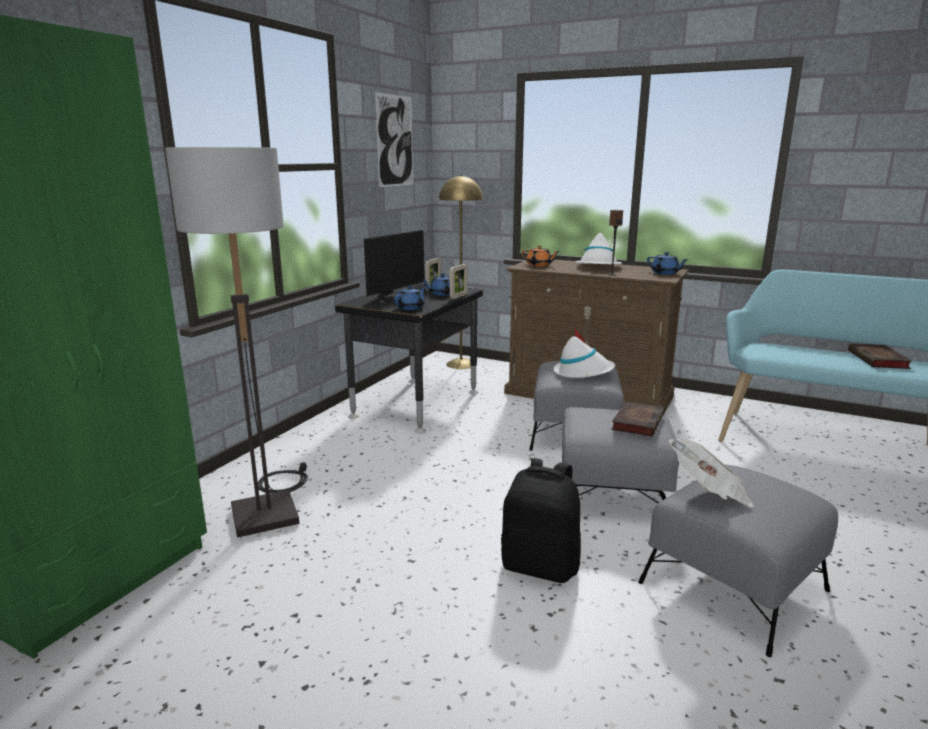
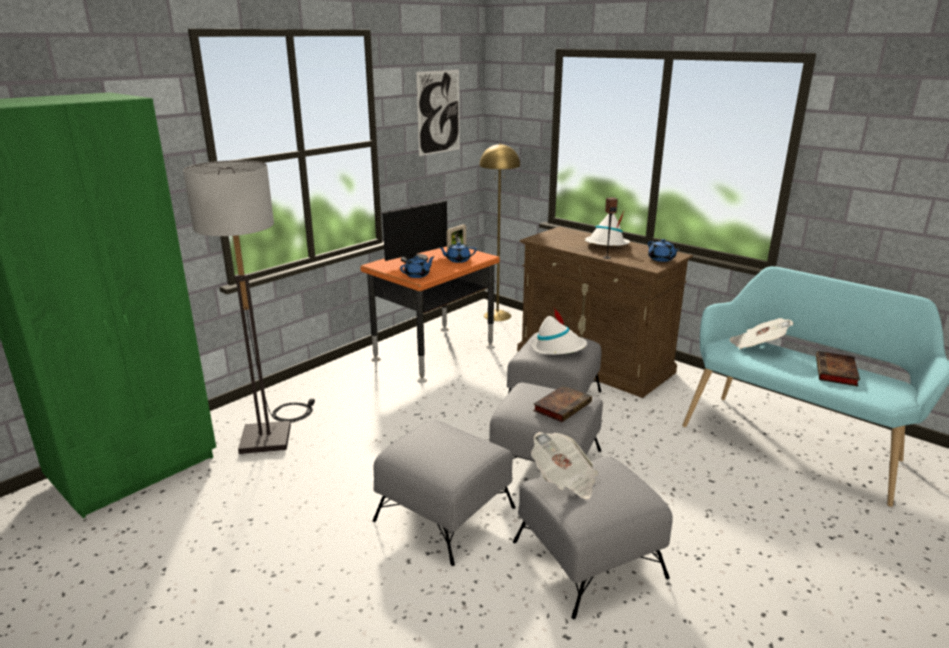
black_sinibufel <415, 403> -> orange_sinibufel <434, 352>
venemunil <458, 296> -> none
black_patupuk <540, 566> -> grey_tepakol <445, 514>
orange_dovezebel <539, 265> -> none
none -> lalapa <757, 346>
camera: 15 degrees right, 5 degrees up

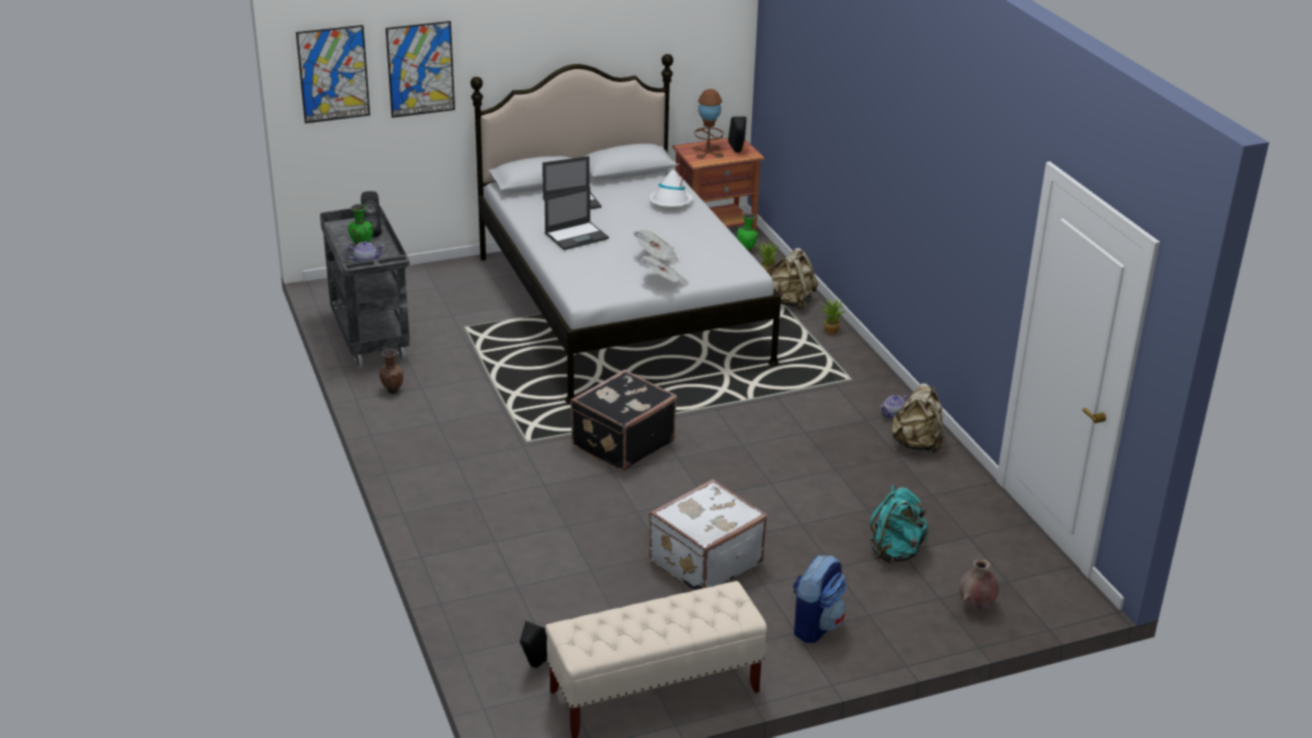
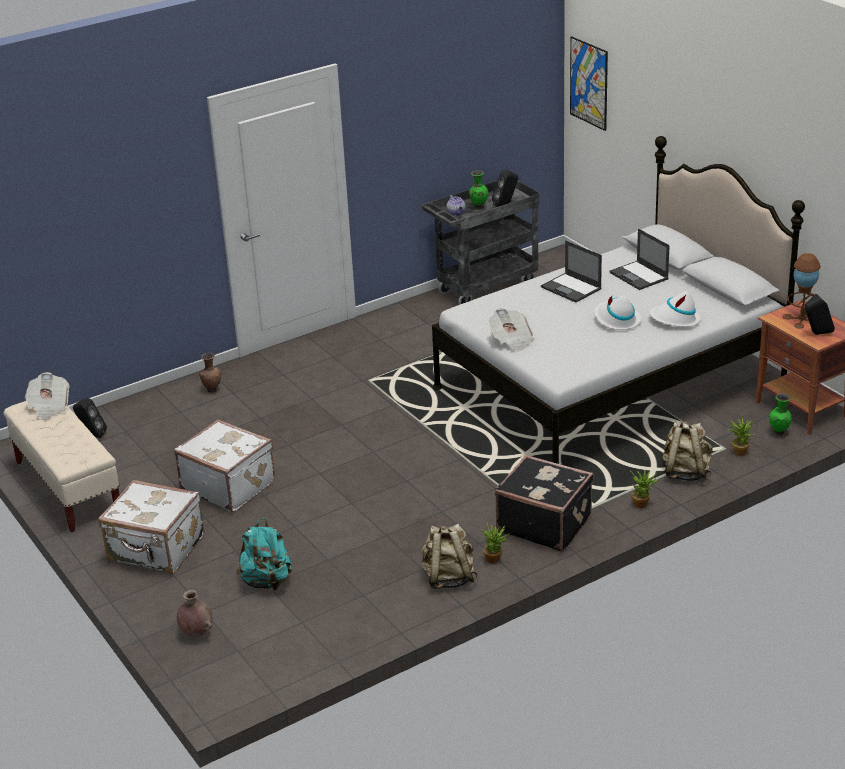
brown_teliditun <392, 391> -> brown_teliditun <212, 390>, shifted
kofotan <420, 69> -> none
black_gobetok <621, 443> -> black_gobetok <544, 524>, shifted
lalapa <657, 258> -> lalapa <49, 407>, shifted
patupuk <815, 625> -> white_gobetok <156, 550>
dovezebel <893, 415> -> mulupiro <496, 559>
none -> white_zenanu <616, 319>
camera: 80 degrees right, 0 degrees up

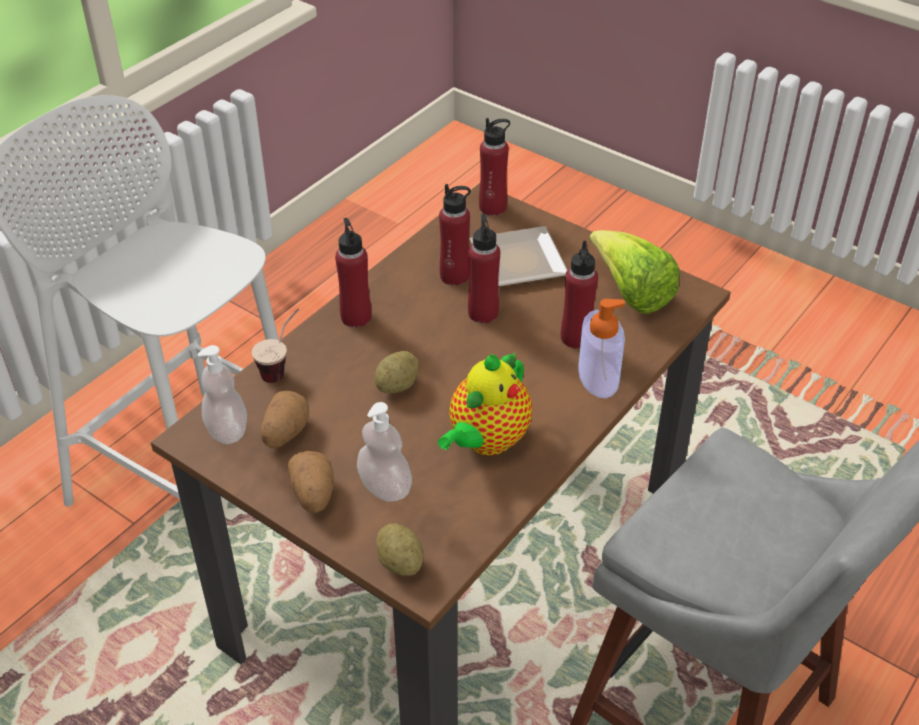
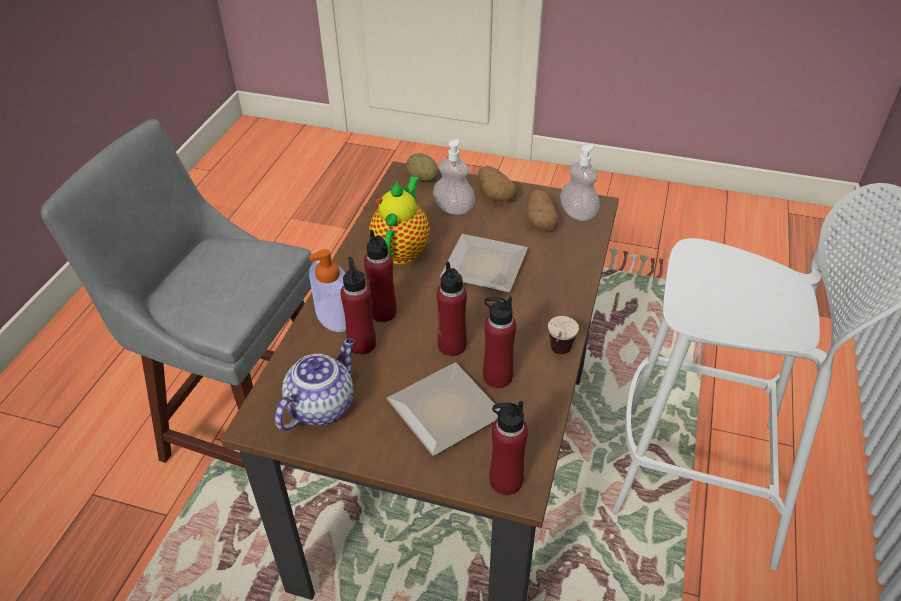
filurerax <282, 367> -> filurerax <558, 356>, shifted
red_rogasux <356, 317> -> red_rogasux <383, 313>, shifted
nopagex <397, 385> -> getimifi <486, 269>
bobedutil <631, 293> -> dovezebel <321, 405>
camera: 160 degrees right, 0 degrees up

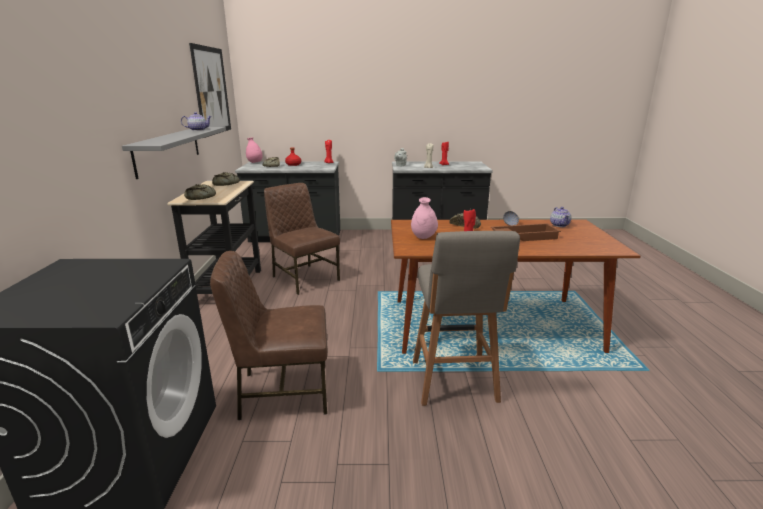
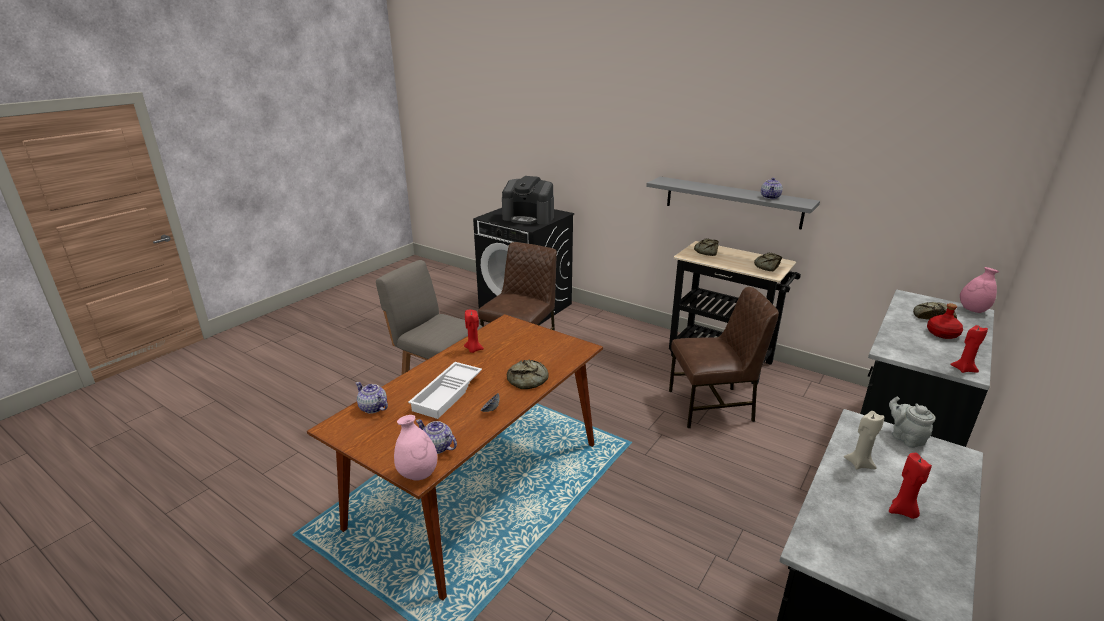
kofotan <212, 91> -> none
pink_teliditun <423, 237> -> pink_teliditun <418, 474>, shifted
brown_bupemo <524, 236> -> white_bupemo <448, 394>
none -> dovezebel <373, 408>
none -> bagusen <529, 218>
camera: 125 degrees right, 5 degrees up

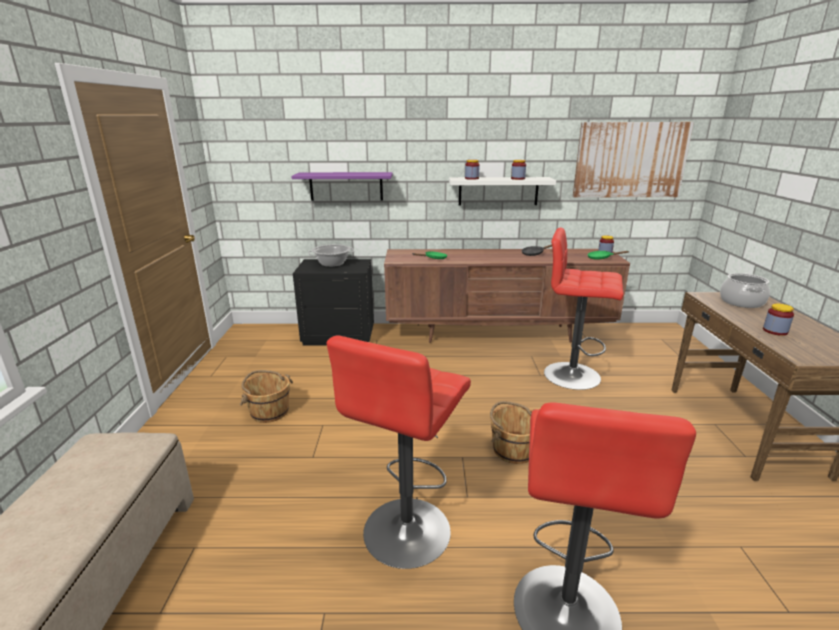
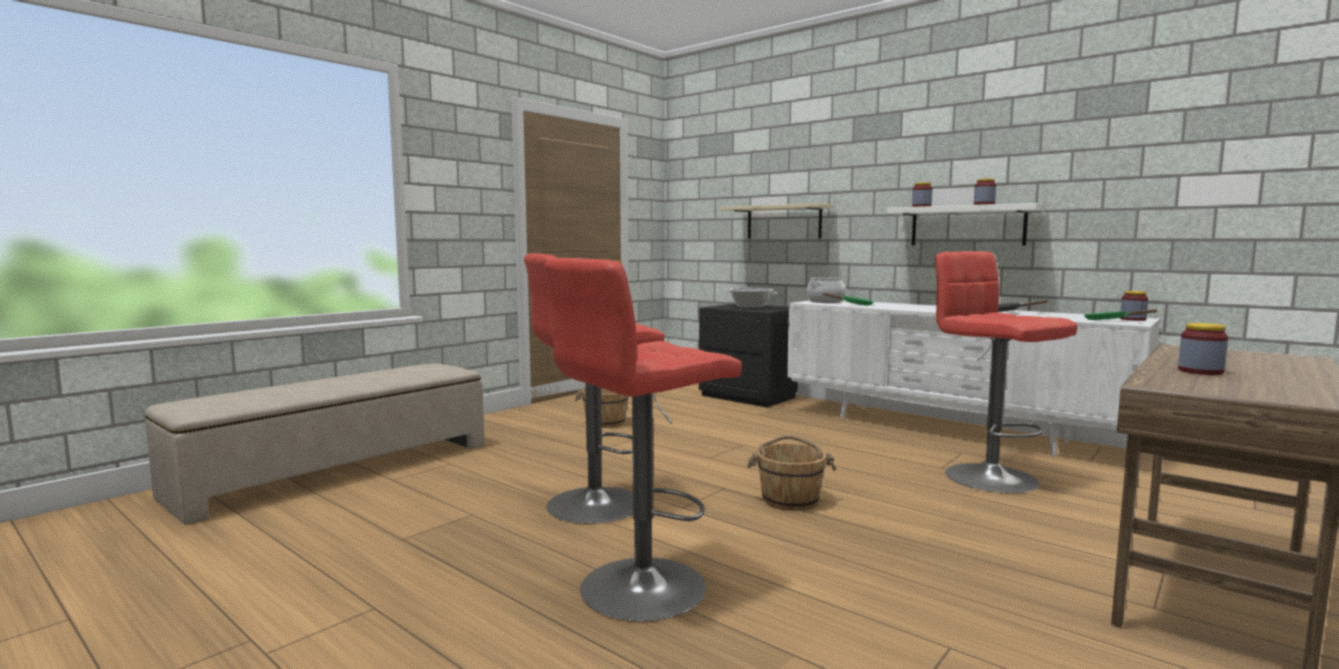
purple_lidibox <346, 186> -> beige_lidibox <783, 222>
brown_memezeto <498, 334> -> white_memezeto <949, 430>
kofotan <630, 160> -> none
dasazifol <742, 302> -> dasazifol <826, 301>, shifted
camera: 40 degrees right, 15 degrees down

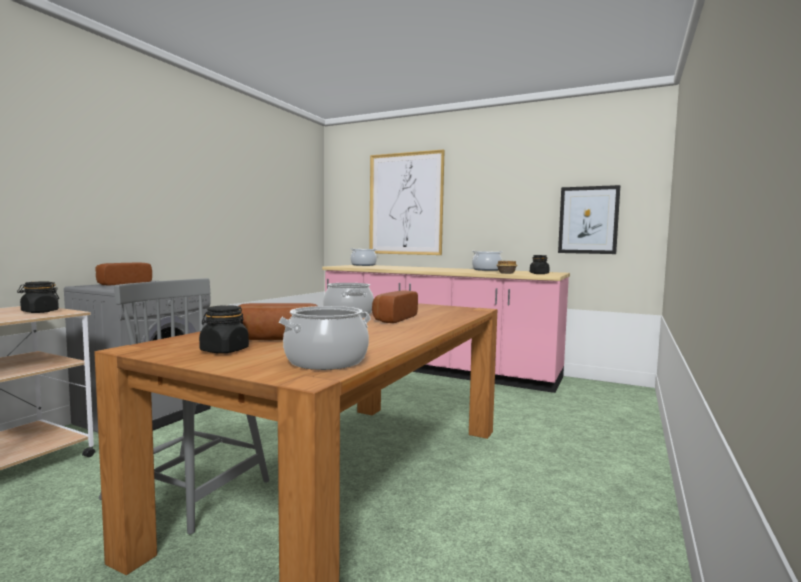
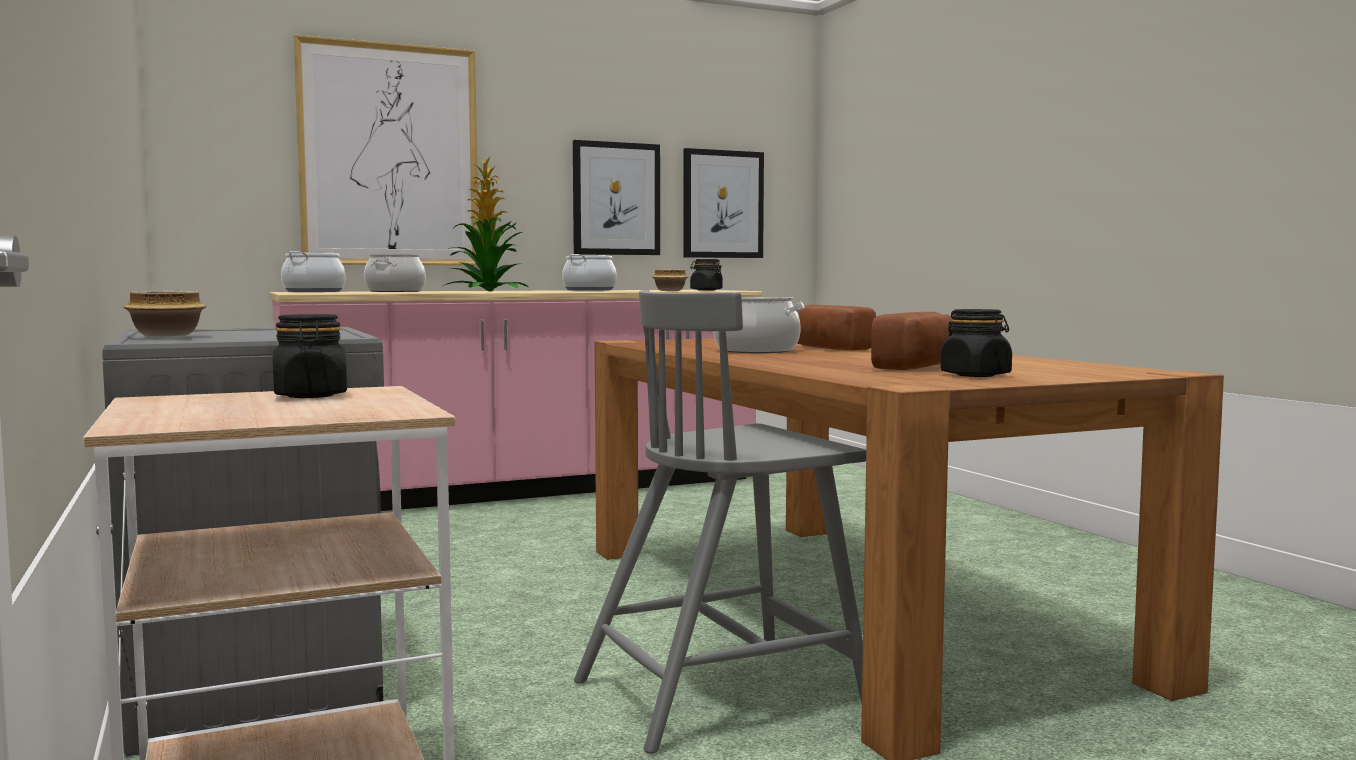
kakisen <122, 283> -> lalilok <168, 335>
dasazifol <326, 361> -> dasazifol <395, 291>, shifted
none -> mulupiro <487, 291>
none -> kofotan <616, 199>
camera: 50 degrees left, 0 degrees up

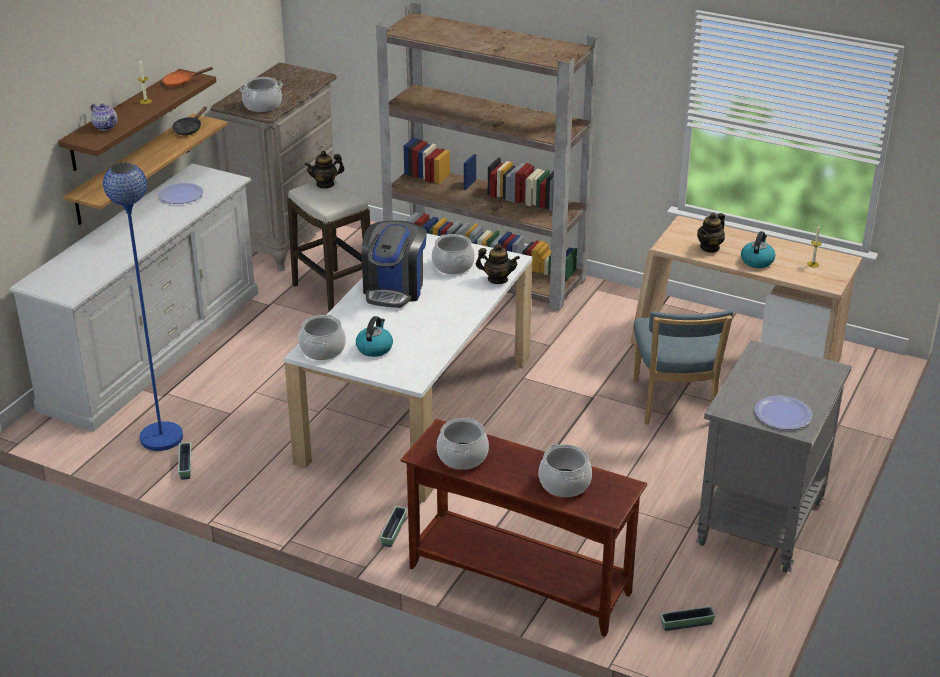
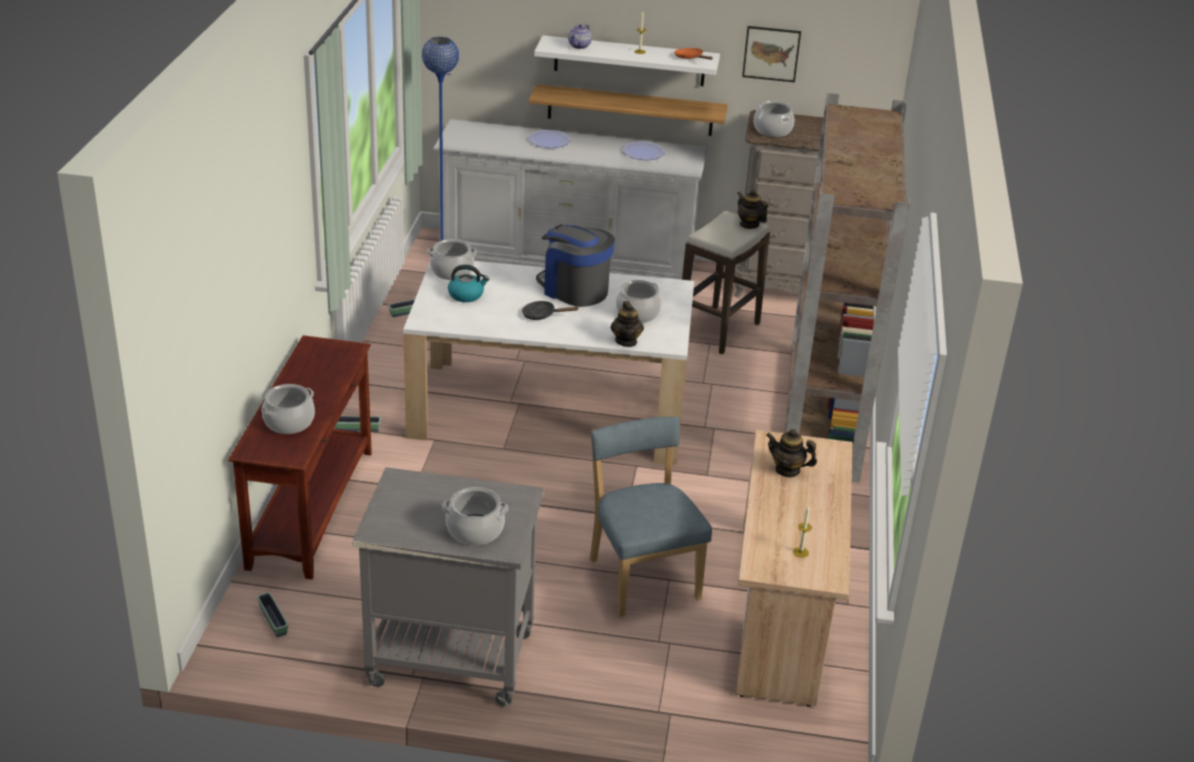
brown_lidibox <123, 120> -> white_lidibox <629, 61>
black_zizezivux <189, 129> -> black_zizezivux <542, 315>, shifted
bagusen <394, 289> -> bagusen <574, 289>, 45 degrees clockwise
dasazifol <462, 456> -> dasazifol <475, 530>, shifted
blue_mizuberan <674, 405> -> blue_mizuberan <642, 576>, 90 degrees clockwise
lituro <757, 261> -> none
getimifi <782, 414> -> getimifi <549, 140>, shifted
none -> kofotan <771, 53>
camera: 70 degrees right, 0 degrees up

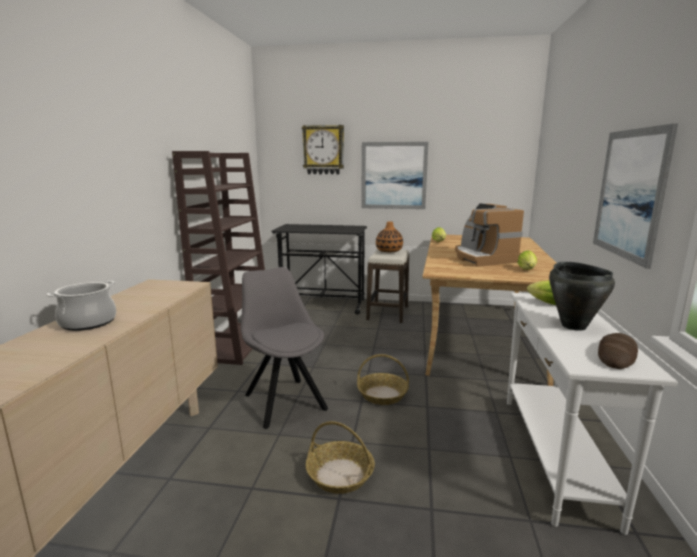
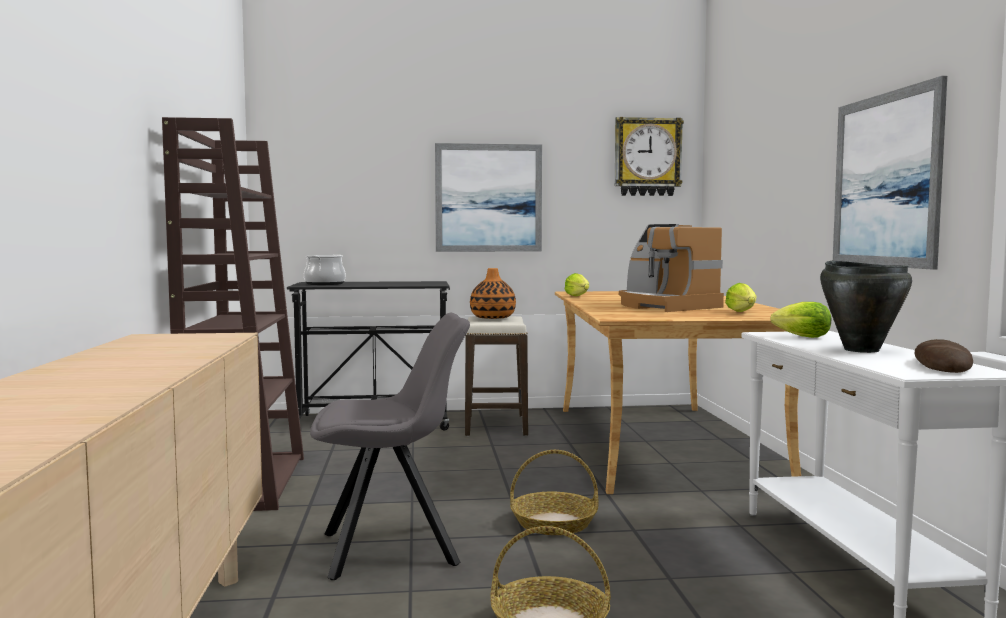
dasazifol <88, 323> -> dasazifol <325, 284>, shifted
grey_mizuberan <284, 402> -> grey_mizuberan <391, 549>, 120 degrees clockwise
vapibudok <323, 150> -> vapibudok <647, 157>, shifted
camera: 15 degrees left, 10 degrees down

